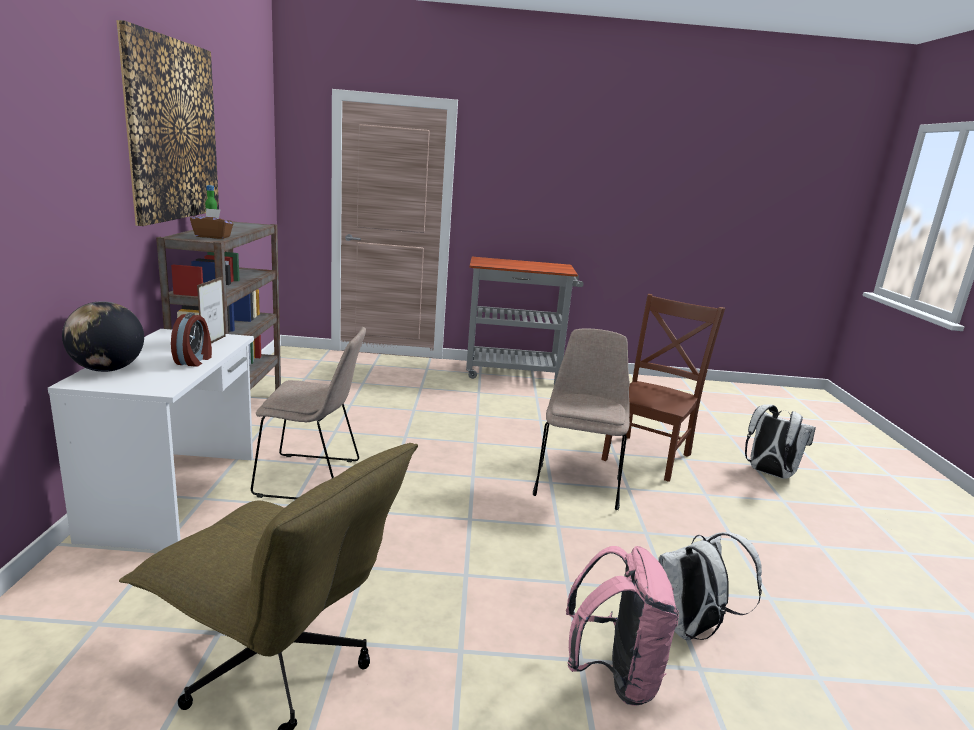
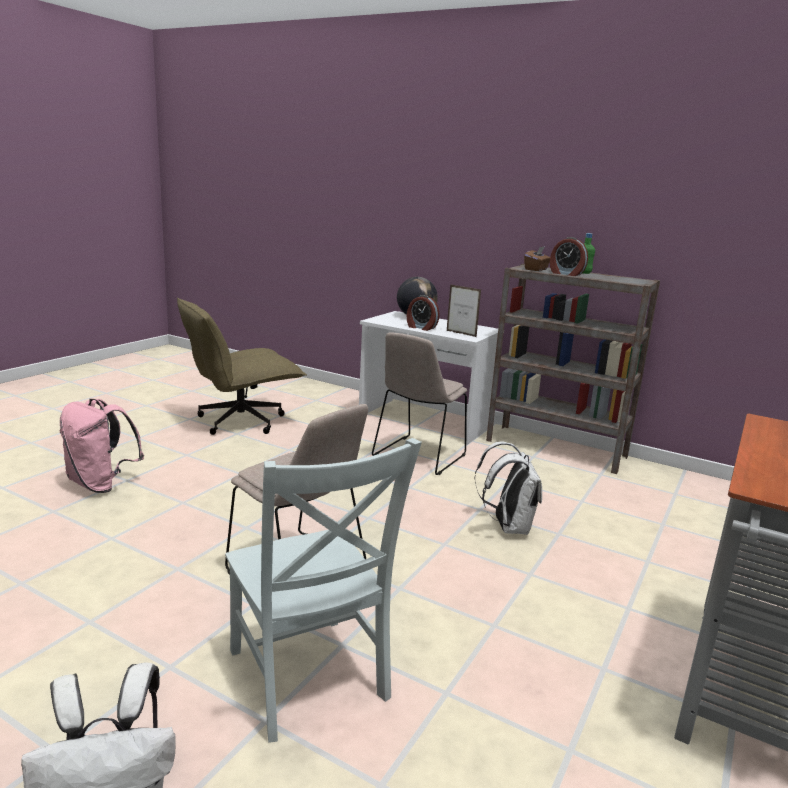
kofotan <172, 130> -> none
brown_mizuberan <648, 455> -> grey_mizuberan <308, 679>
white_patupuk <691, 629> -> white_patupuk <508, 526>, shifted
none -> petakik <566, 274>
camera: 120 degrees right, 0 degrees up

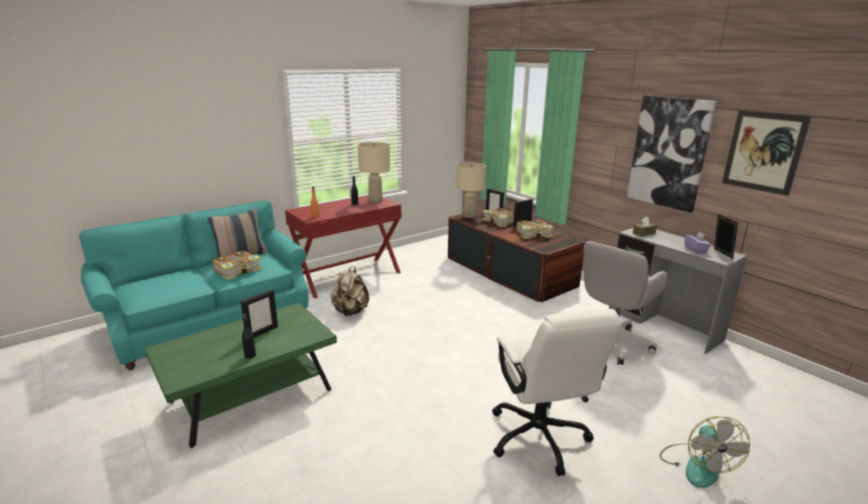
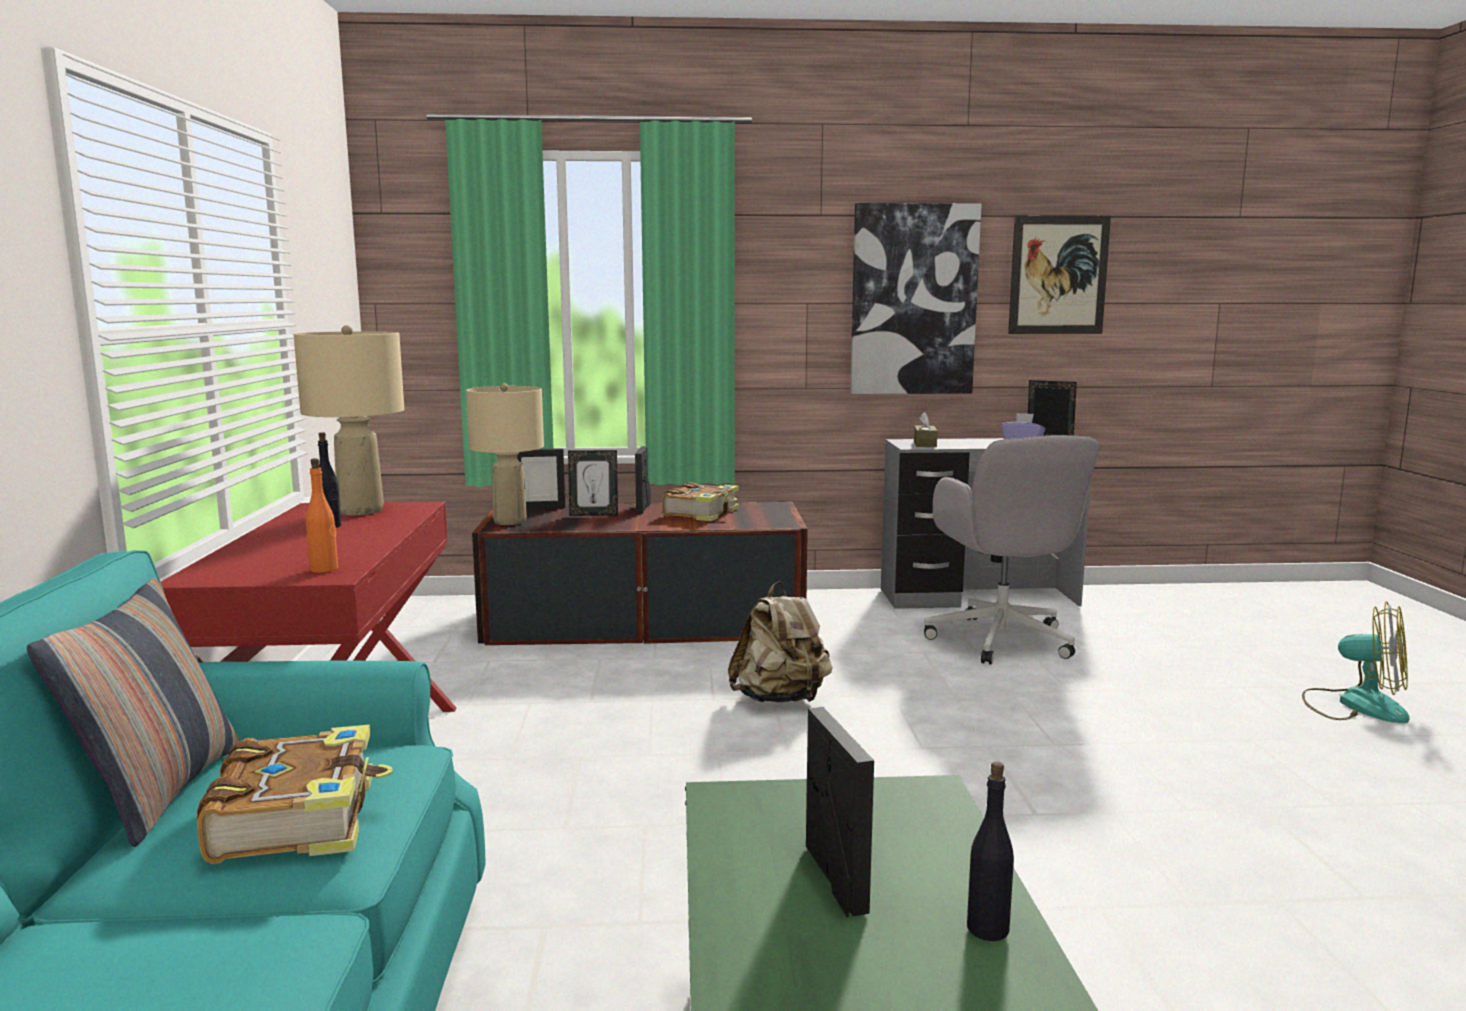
beige_patupuk <350, 312> -> beige_patupuk <780, 699>, shifted
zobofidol <499, 222> -> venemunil <594, 514>
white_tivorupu <540, 441> -> none
camera: 55 degrees left, 10 degrees down

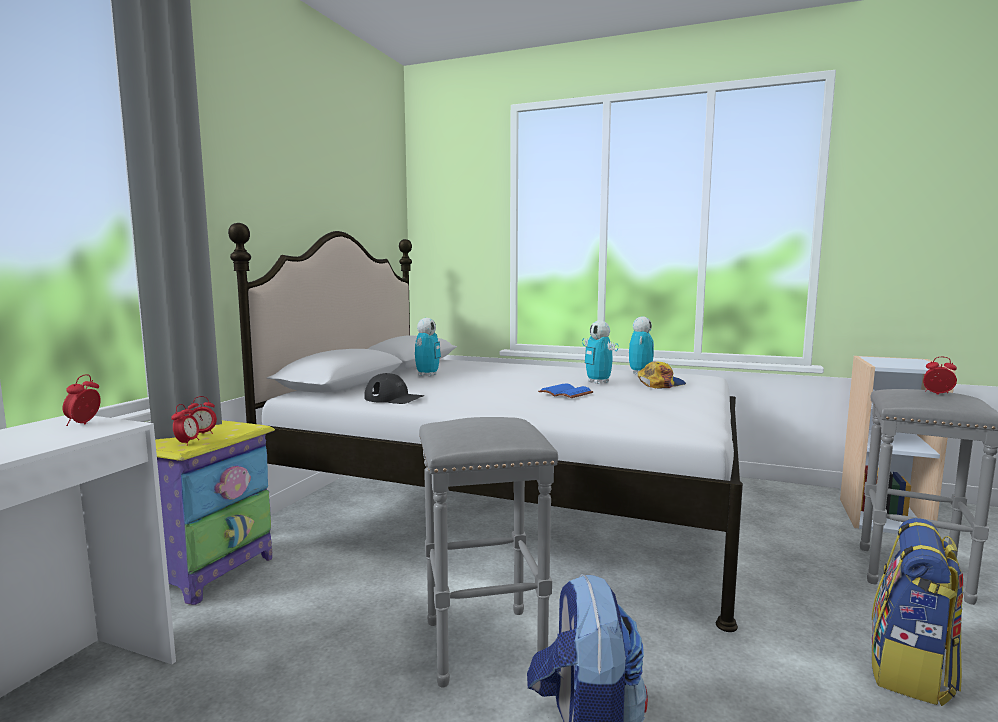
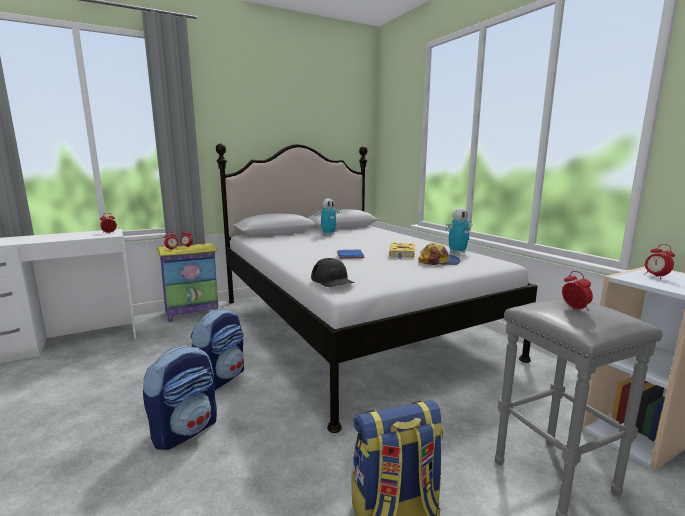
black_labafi <394, 398> -> black_labafi <332, 280>, shifted
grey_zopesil <481, 643> -> patupuk <221, 378>
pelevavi <598, 382> -> yellow_zobofidol <402, 253>
none -> petakik <656, 276>
camera: 40 degrees right, 5 degrees up

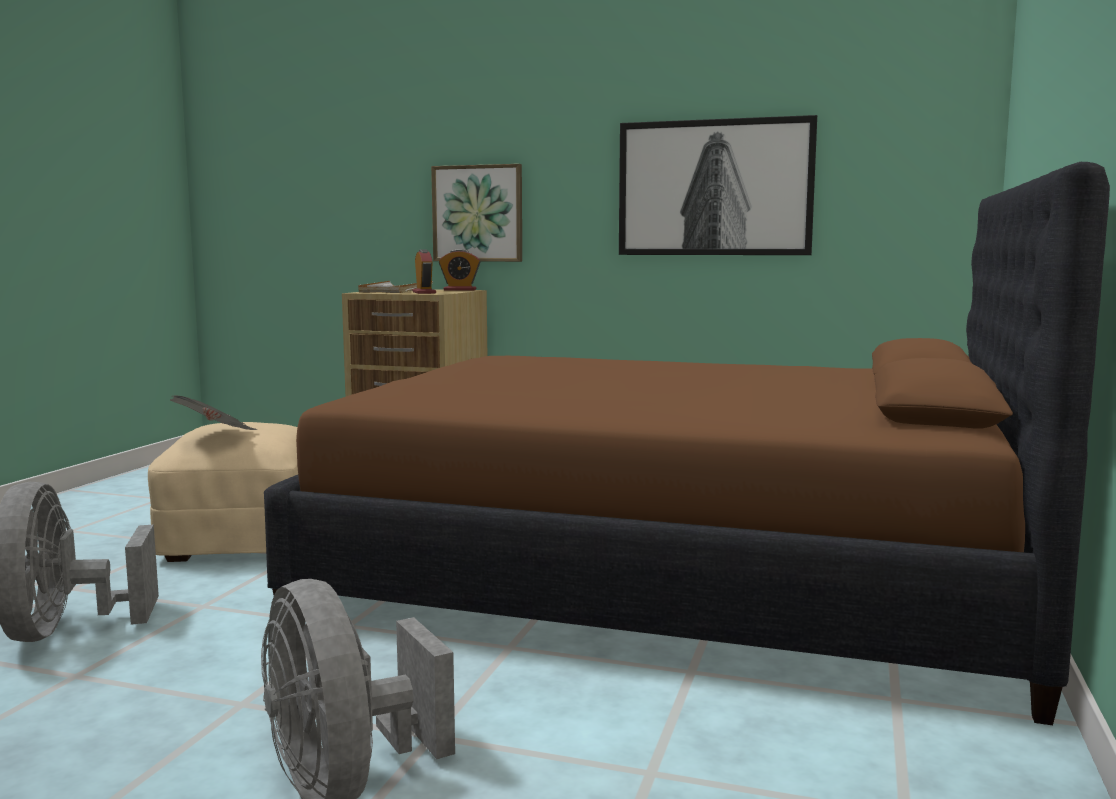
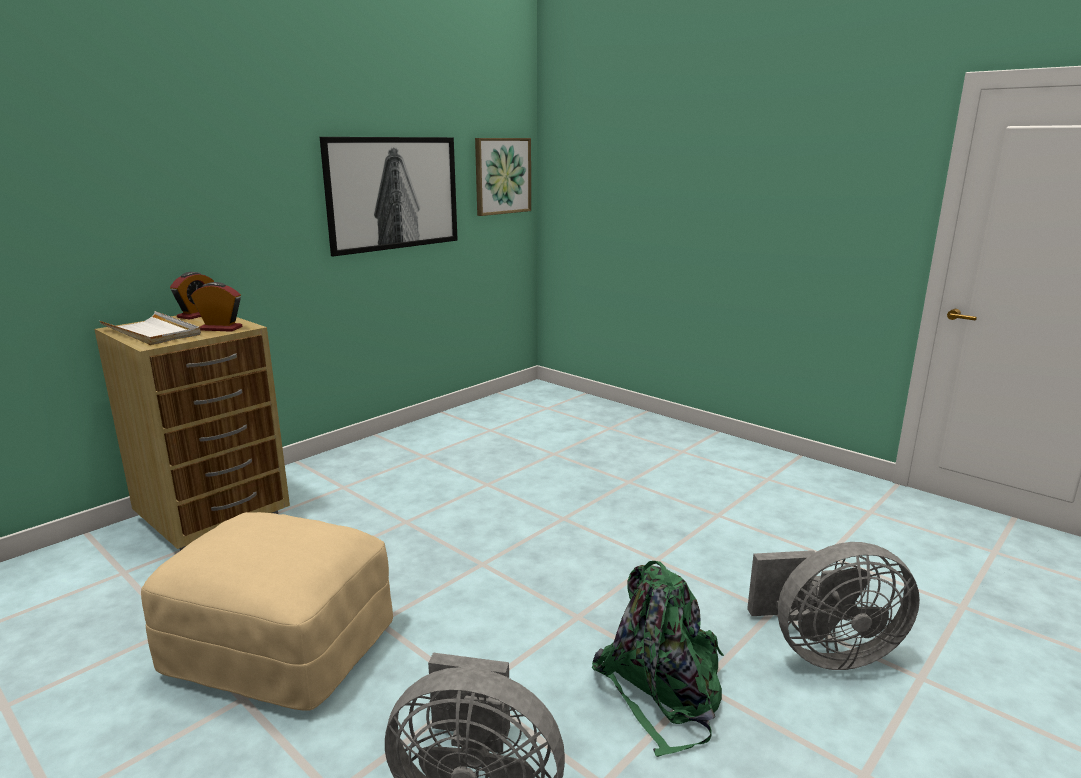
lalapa <216, 435> -> none
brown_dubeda <671, 576> -> none
kofotan <478, 213> -> kofotan <502, 176>, shifted
none -> green_patupuk <662, 691>
camera: 65 degrees left, 10 degrees up

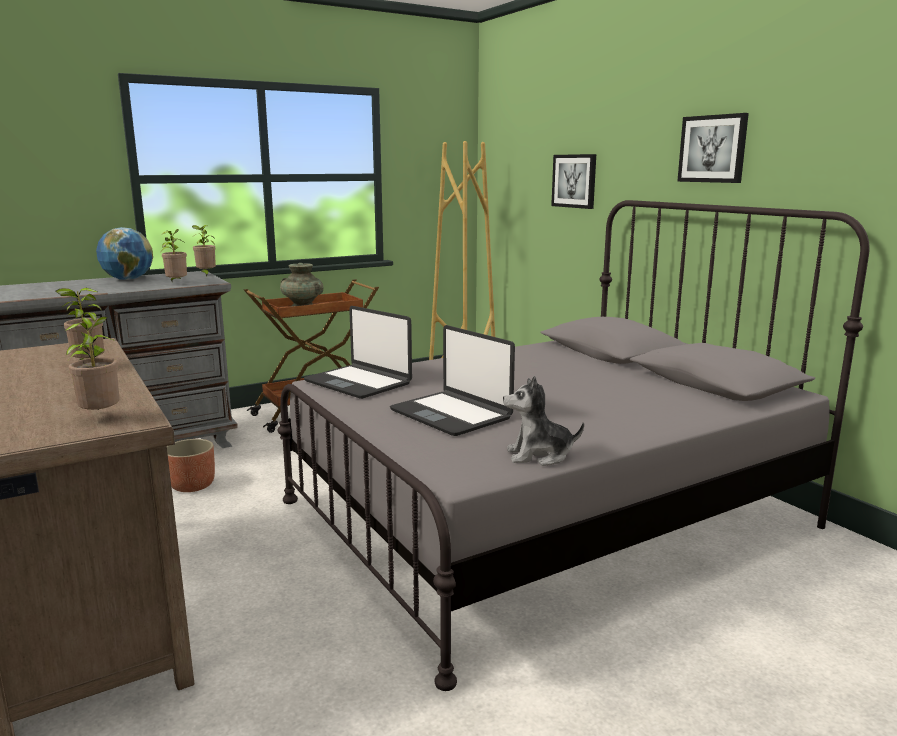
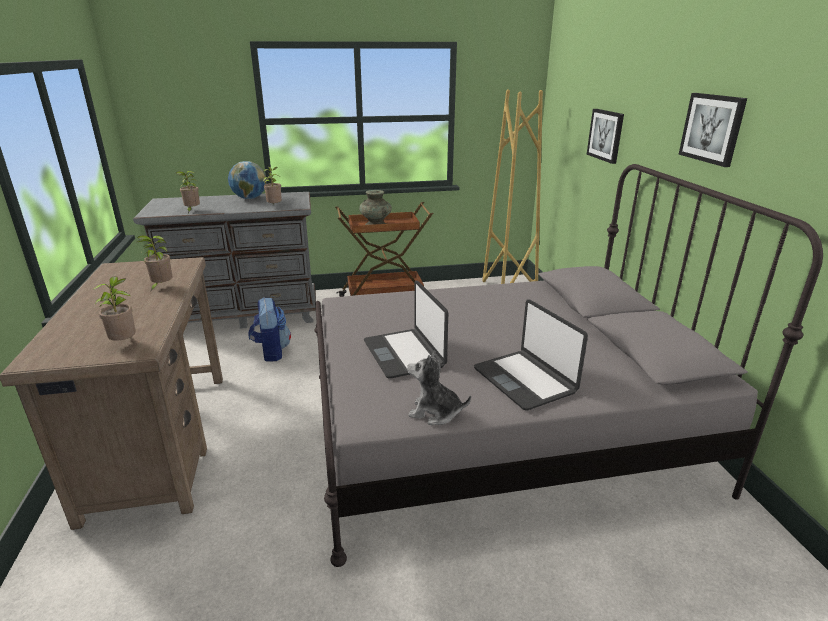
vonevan <192, 485> -> patupuk <271, 352>
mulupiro <206, 275> -> mulupiro <192, 211>, shifted
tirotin <359, 383> -> tirotin <525, 380>, shifted
camera: 20 degrees right, 10 degrees up

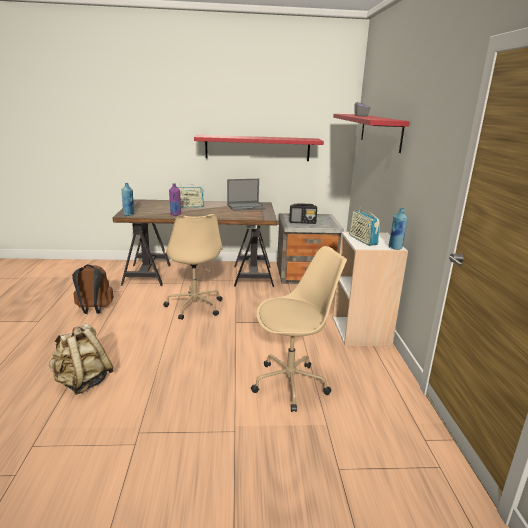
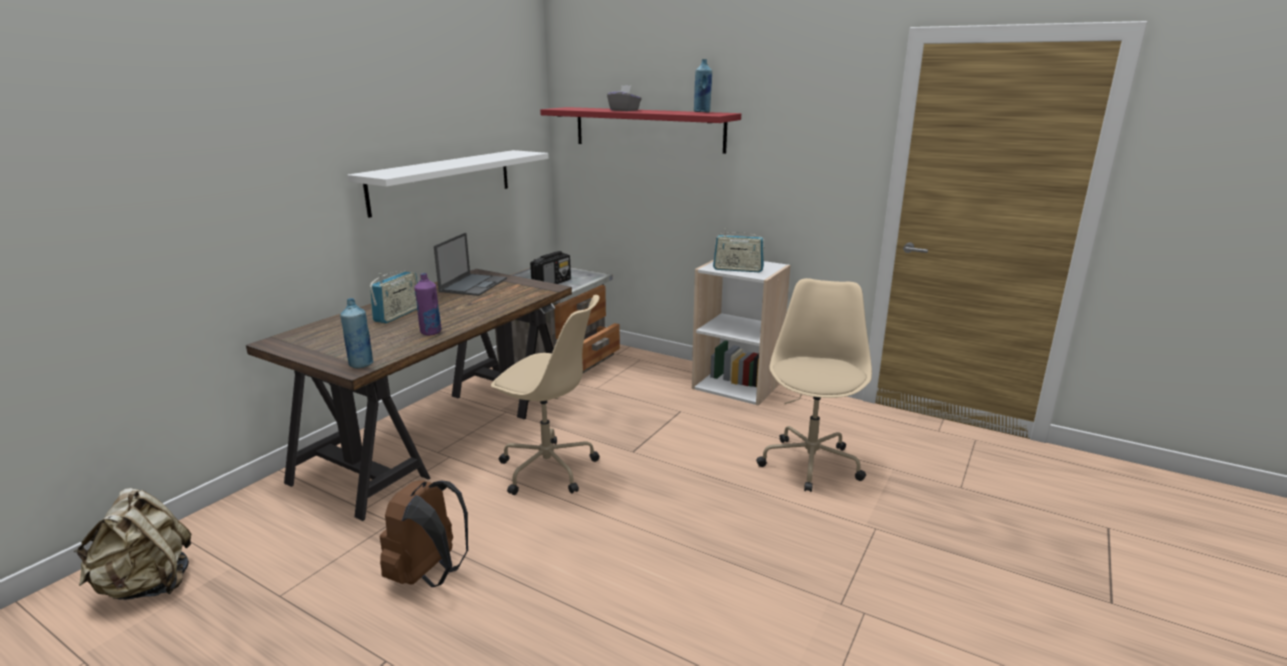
beige_patupuk <82, 382> -> beige_patupuk <147, 585>, shifted
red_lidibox <257, 148> -> white_lidibox <442, 181>
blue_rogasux <395, 248> -> blue_rogasux <702, 112>, shifted
camera: 55 degrees left, 0 degrees up

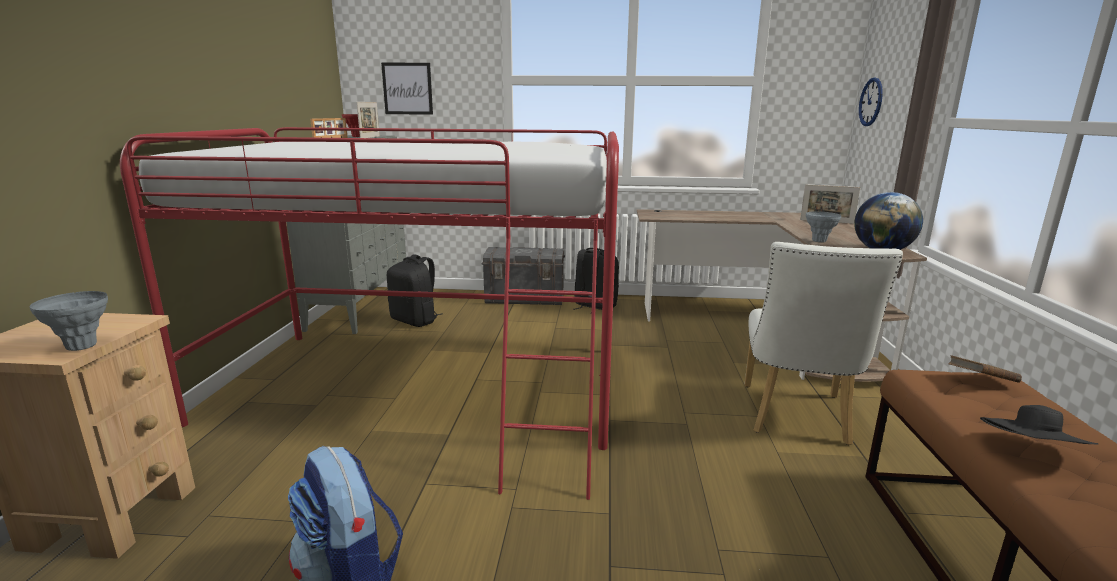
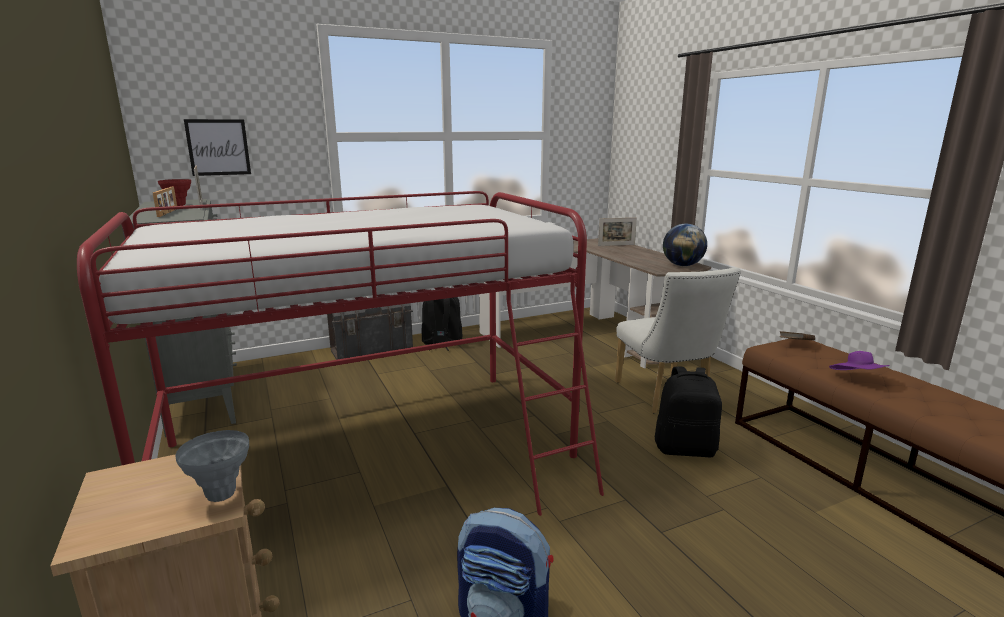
black_patupuk <415, 321> -> black_patupuk <685, 449>, shifted
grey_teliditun <819, 241> -> none
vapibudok <871, 102> -> none
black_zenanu <1030, 454> -> purple_zenanu <857, 379>
camera: 30 degrees left, 0 degrees up

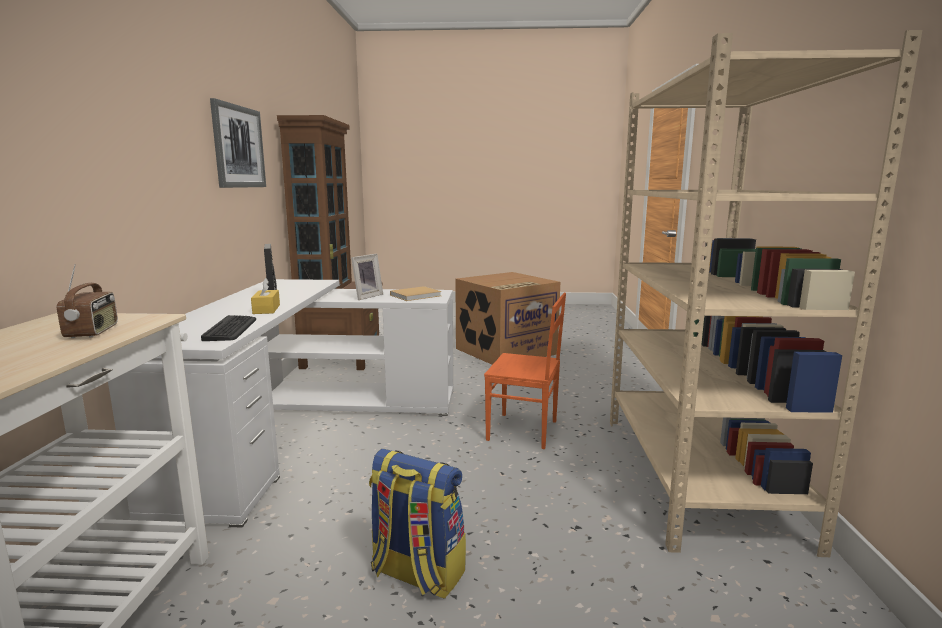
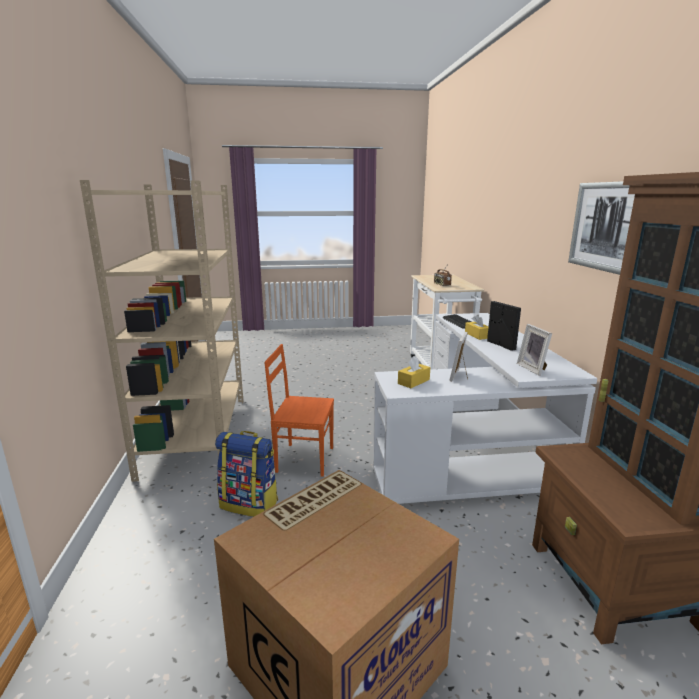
patupuk <416, 573> -> patupuk <250, 504>, shifted
beige_zobofidol <417, 295> -> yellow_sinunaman <413, 381>
none -> venemunil <533, 369>
camera: 170 degrees right, 5 degrees up

